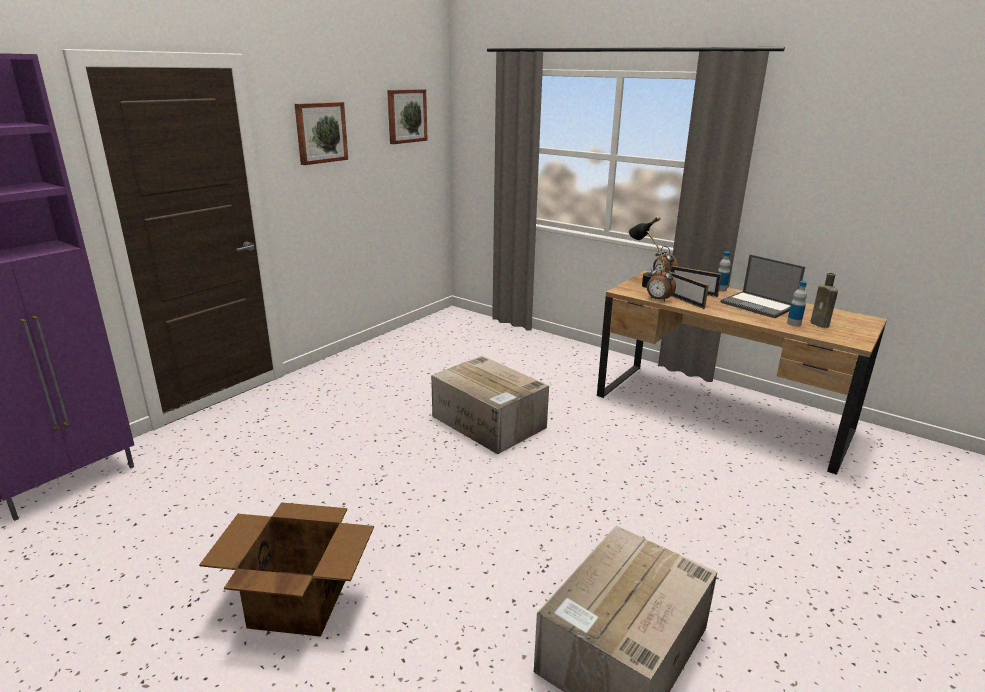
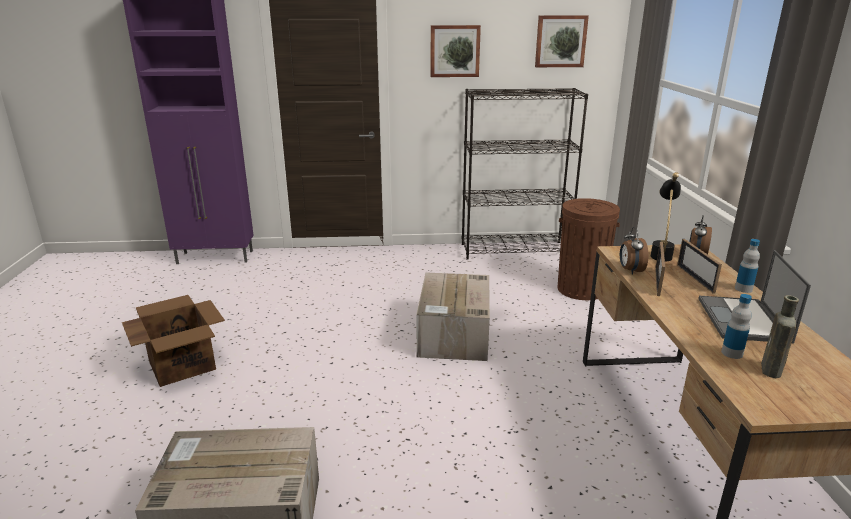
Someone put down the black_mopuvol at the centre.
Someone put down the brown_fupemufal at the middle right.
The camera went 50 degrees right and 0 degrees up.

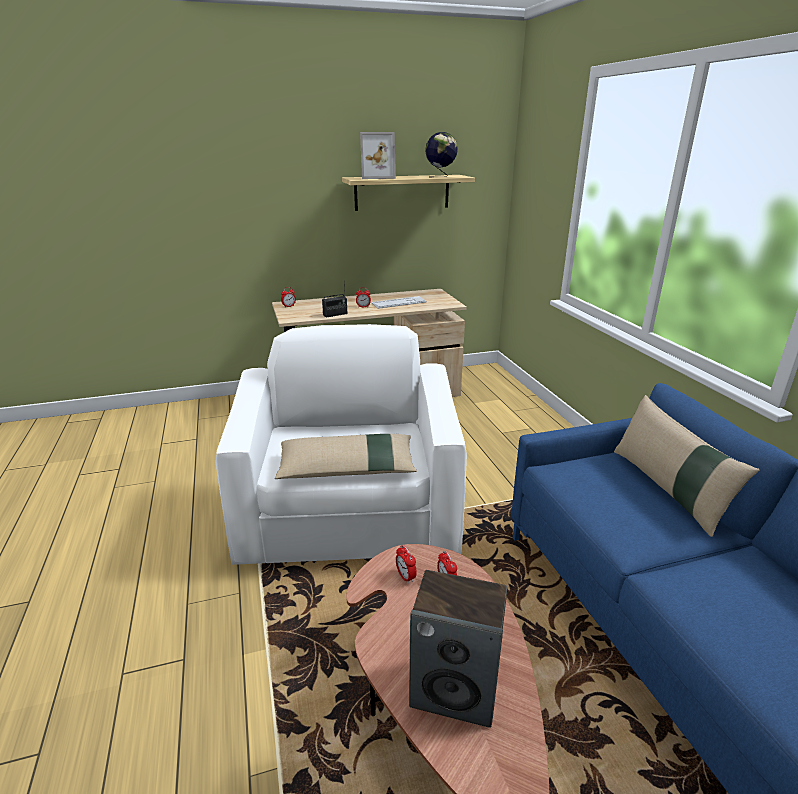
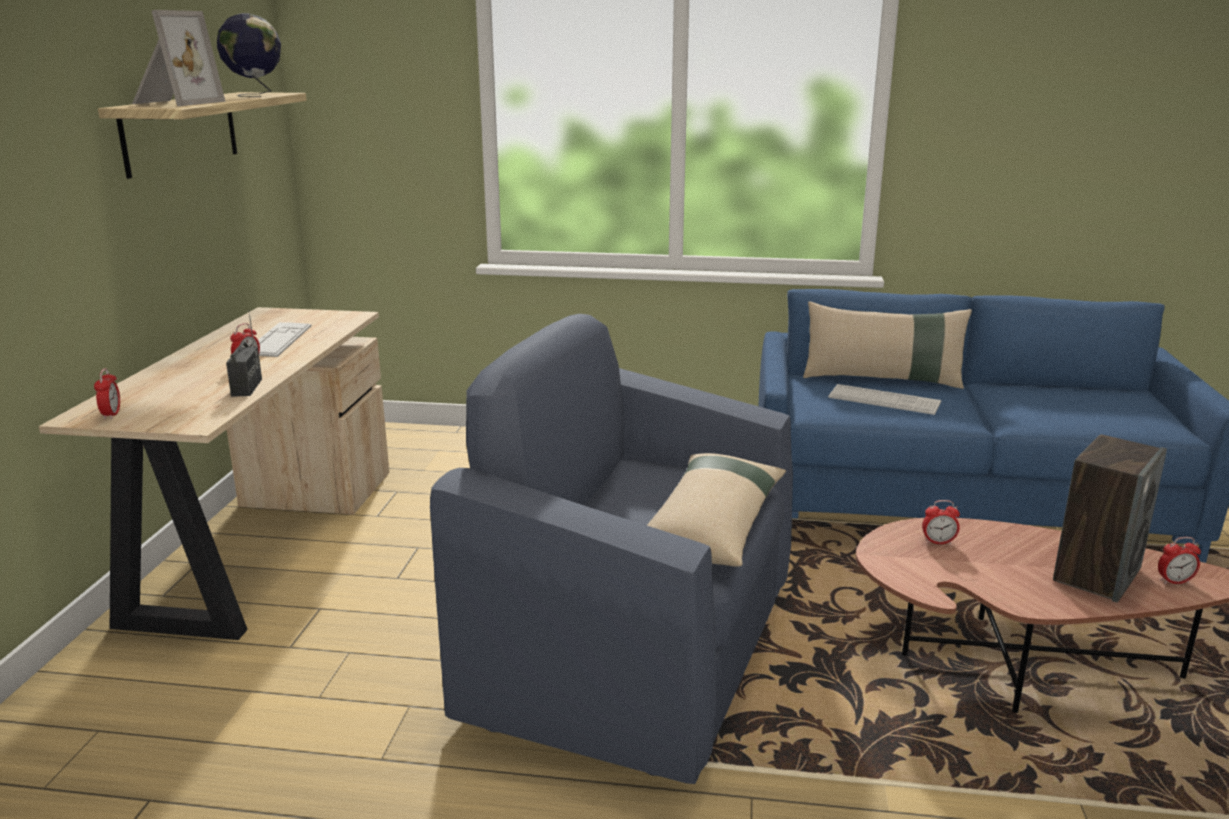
Someone repainted the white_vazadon at the centre, which became the blue_vazadon at the bottom centre.
Someone put down the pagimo (2nd from left) at the middle right.
Someone carried the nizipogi (3rd from left in the first image) from the bottom centre to the bottom right.
The camera went 65 degrees left and 5 degrees down.

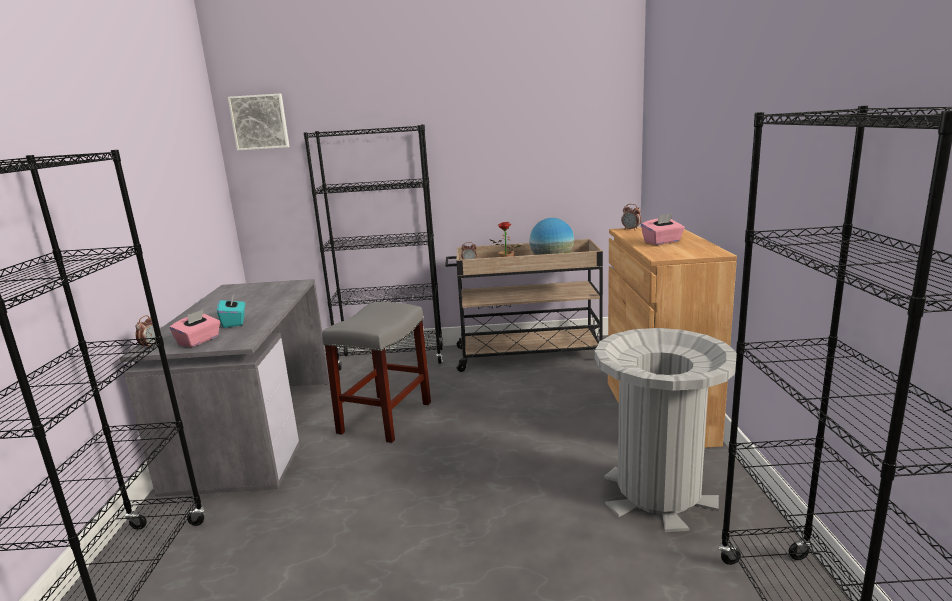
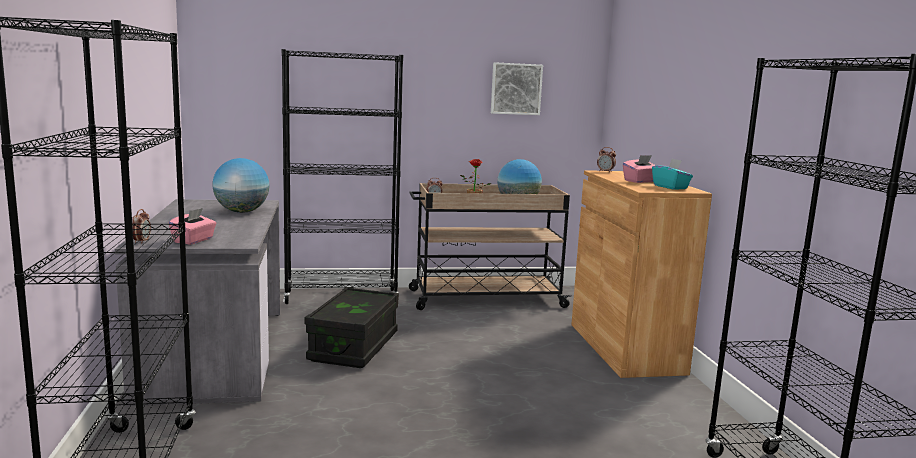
Someone put down the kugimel (1st from left) at the middle left.
Someone swapped the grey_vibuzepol at the centre for the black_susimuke at the bottom centre.
Someone carried the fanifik from the top left to the top centre.
Someone carried the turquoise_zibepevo from the middle left to the middle right.
Someone took away the grey_fupemufal at the bottom right.
The camera went 10 degrees left and 5 degrees down.

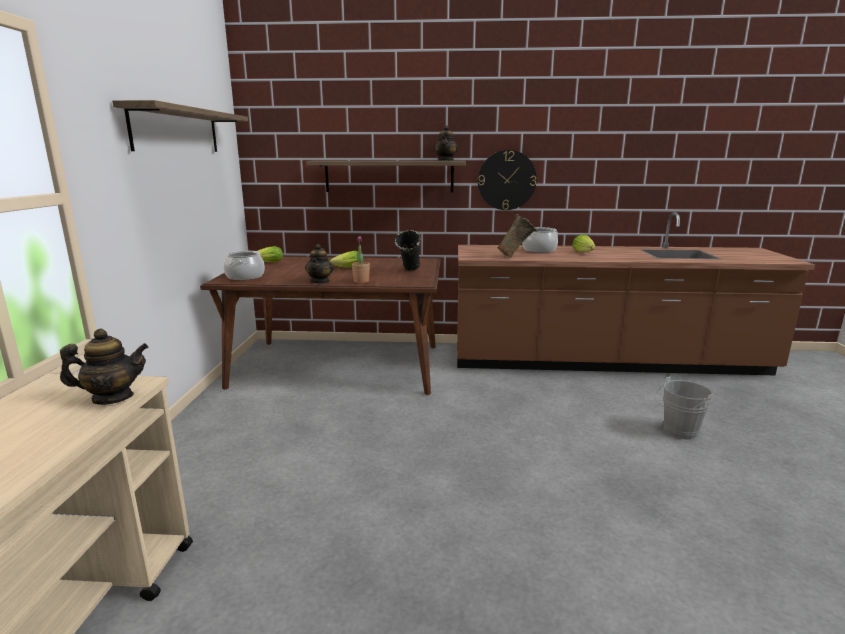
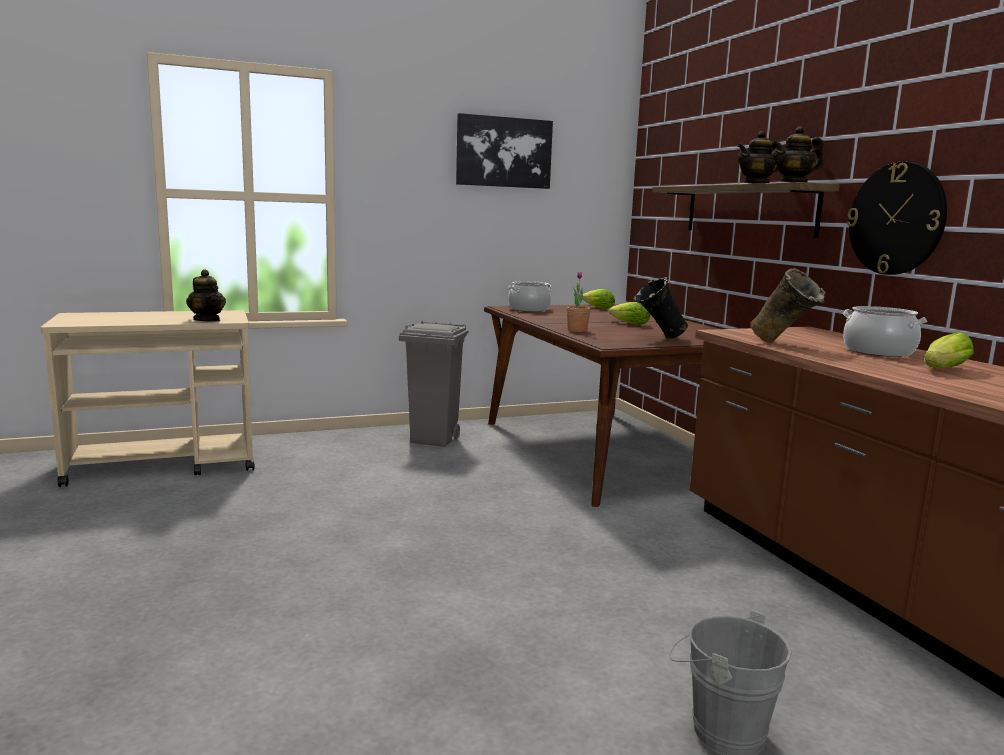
Someone put down the grey_fupemufal at the centre.
Someone swapped the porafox (1st from left) at the top left for the fanifik at the top centre.
Someone carried the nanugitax (2nd from left) from the centre to the top right.
The camera went 65 degrees right and 5 degrees down.

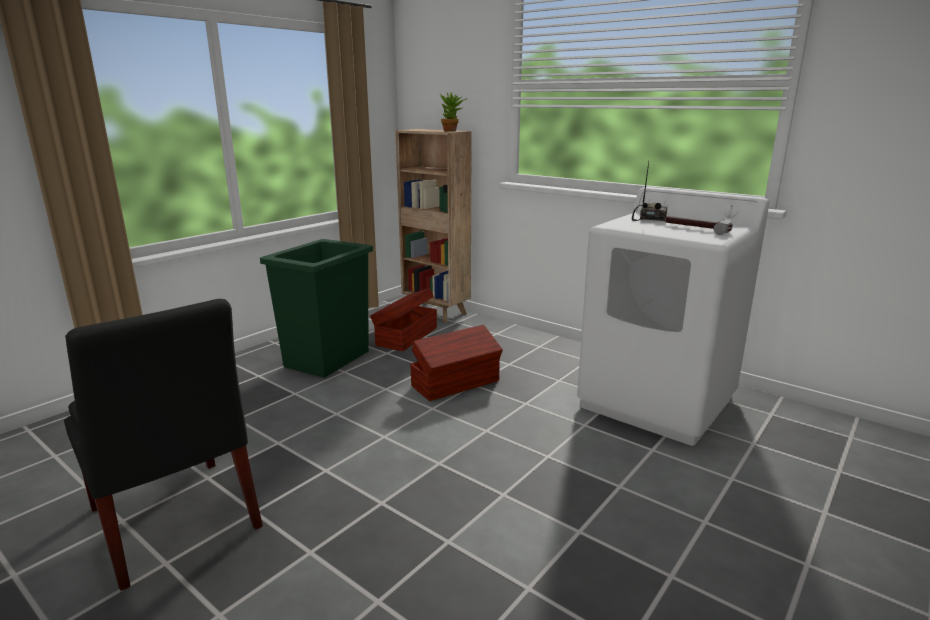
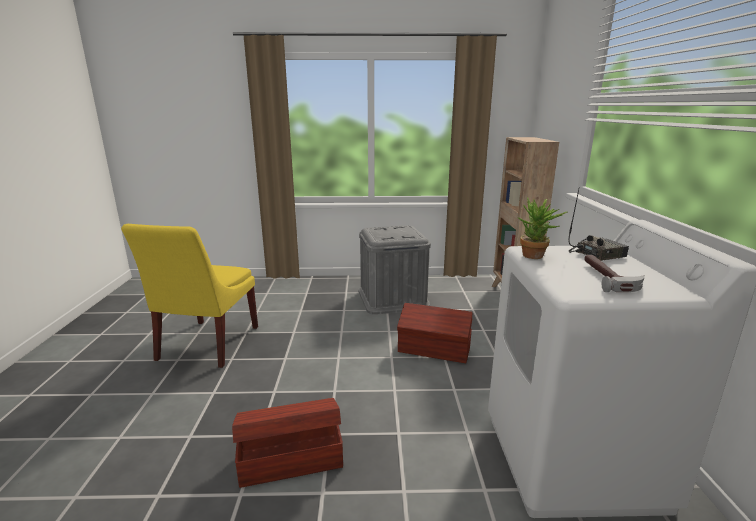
Someone repainted the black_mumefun at the bottom left, which became the yellow_mumefun at the middle left.
Someone carried the brown_susimuke (1st from left) from the centre to the bottom centre.
Someone swapped the green_fupemufal at the centre for the grey_susimuke at the centre.
Someone carried the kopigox from the top centre to the middle right.
The camera went 50 degrees right and 0 degrees up.

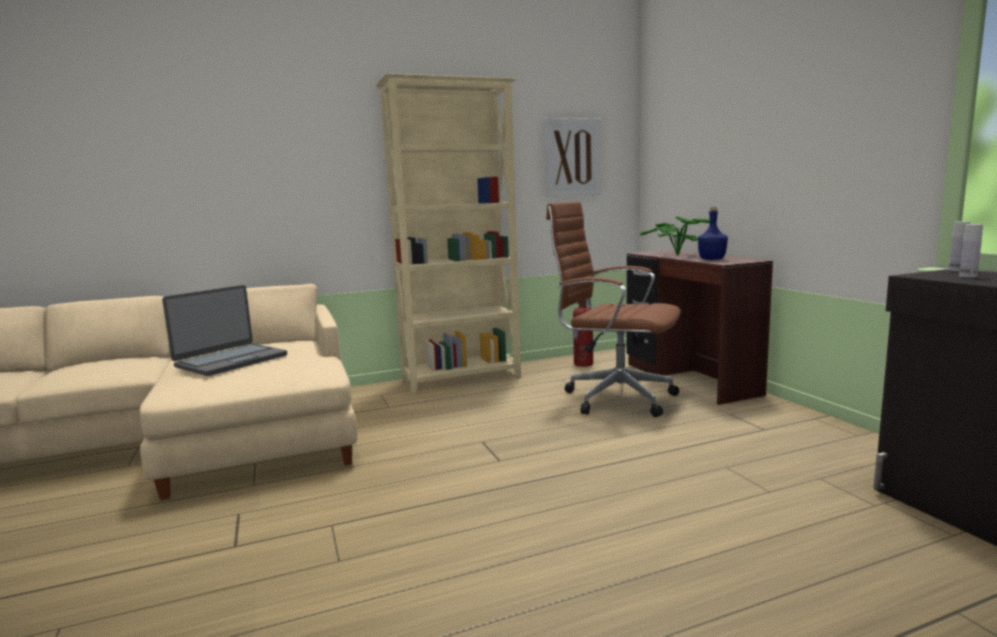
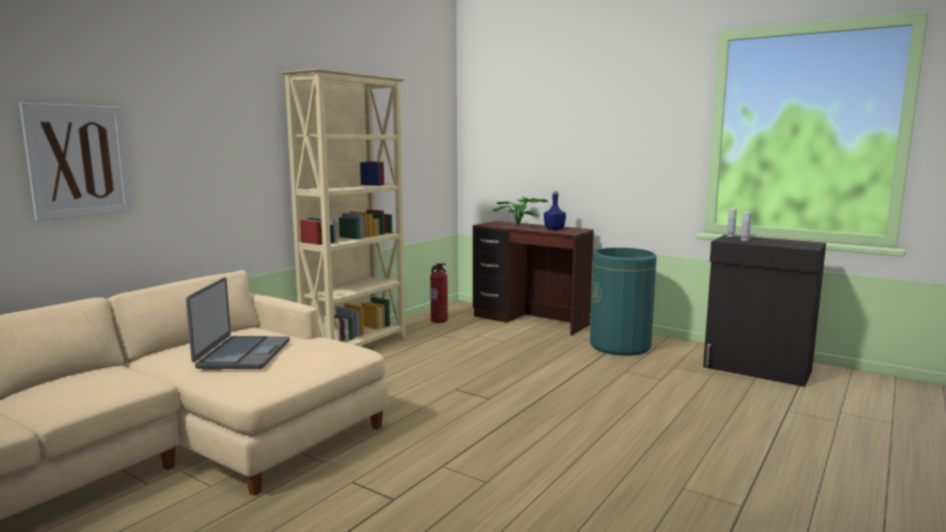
Someone carried the fanifik from the top centre to the top left.
Someone put down the green_fupemufal at the centre.
Someone took away the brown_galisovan at the centre.
The camera went 35 degrees left and 0 degrees up.

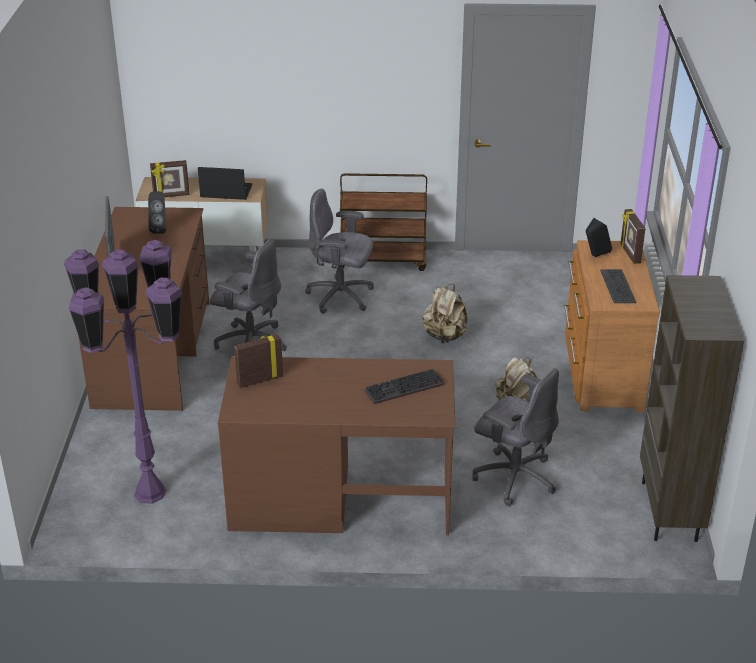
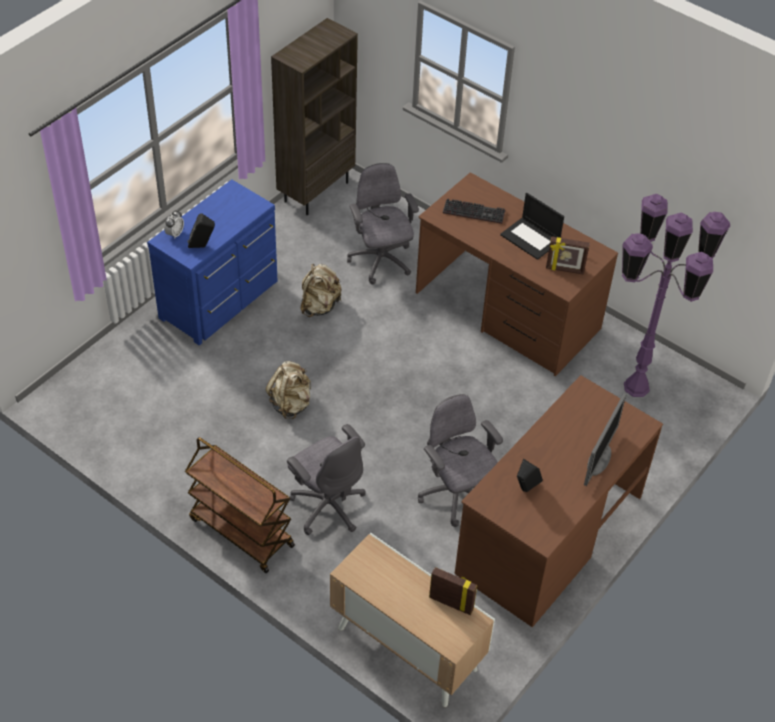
Someone repainted the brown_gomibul at the middle right, which became the blue_gomibul at the middle left.
Someone swapped the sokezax (3rd from left) at the middle right for the nizipogi at the top left.
Someone carried the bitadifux from the top left to the top right.
Someone took away the pagimo (2nd from left) at the middle right.
The camera went 145 degrees left and 15 degrees up.

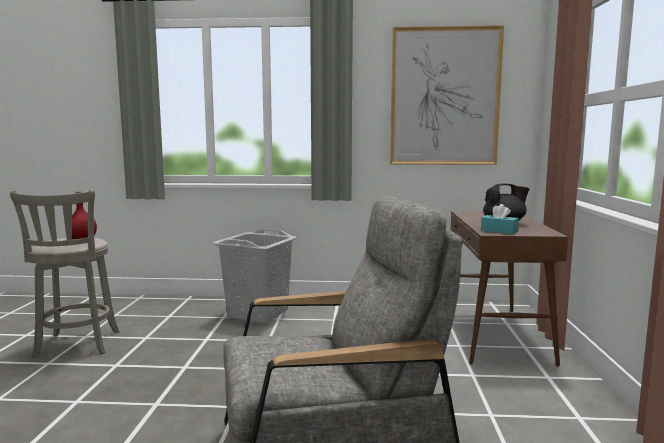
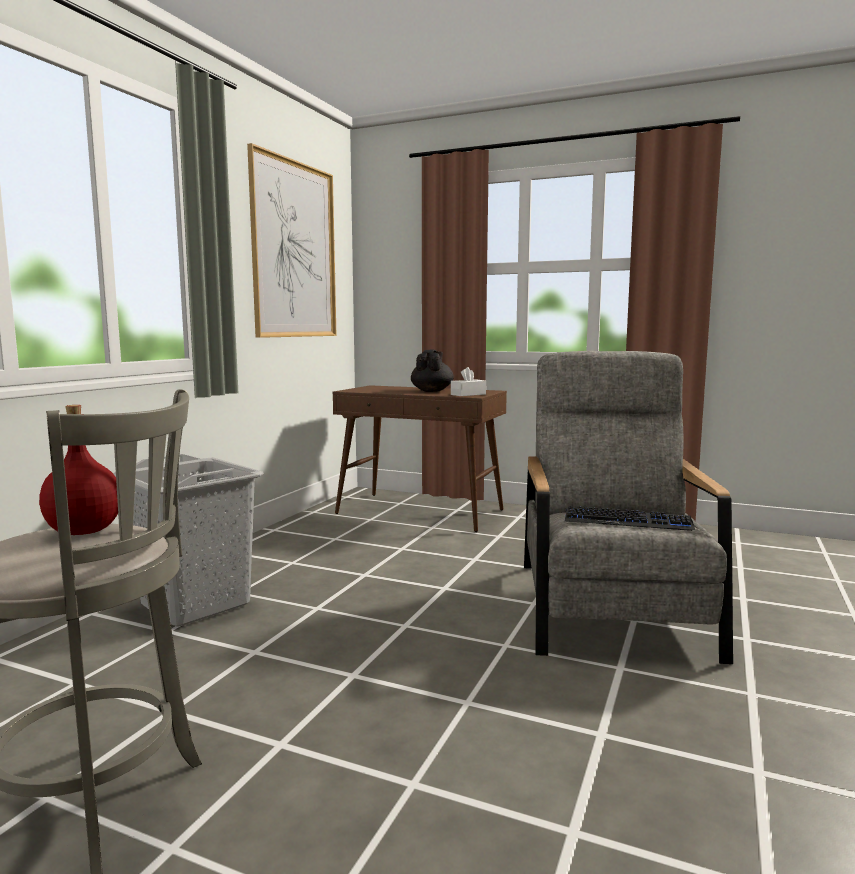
Someone repainted the turquoise_zibepevo at the middle right, which became the white_zibepevo at the centre.
Someone put down the pagimo at the middle right.
The camera went 70 degrees left and 0 degrees up.

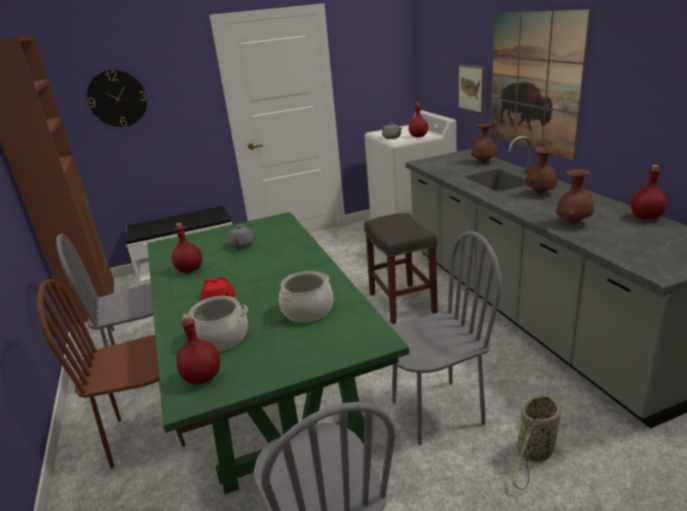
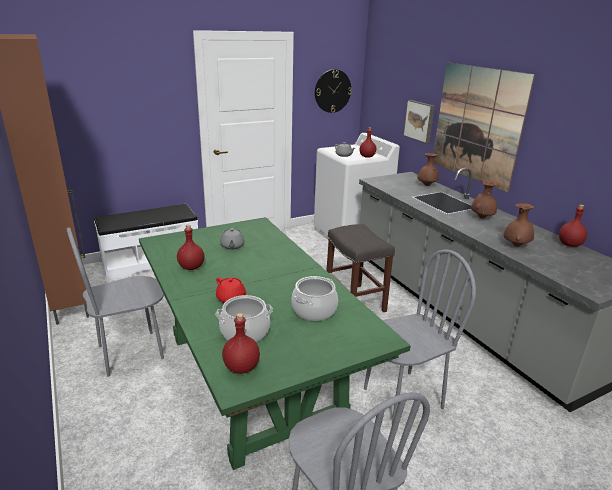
Someone carried the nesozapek from the top left to the top centre.
Someone took away the brown_mumefun at the bottom left.
Someone took away the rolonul at the bottom right.
The camera went 10 degrees left and 0 degrees up.

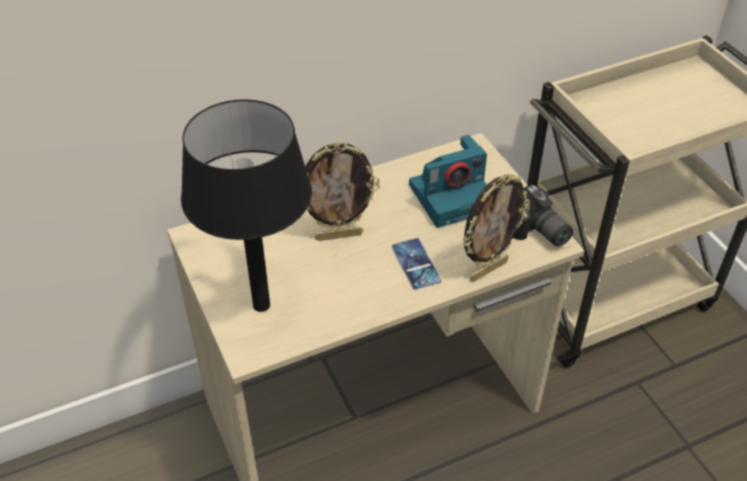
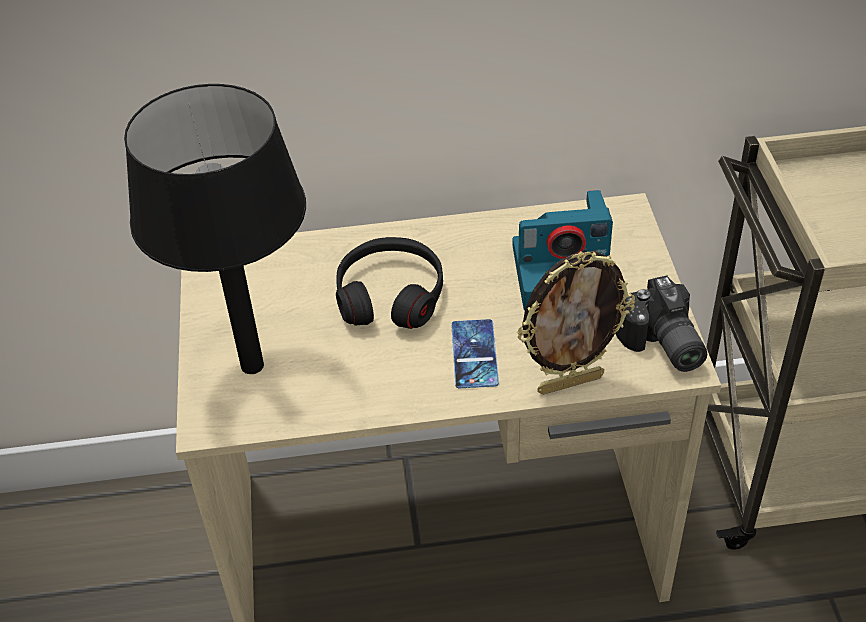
Someone swapped the sokezax (1st from left) at the centre for the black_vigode at the centre.
The camera went 20 degrees right and 0 degrees up.

